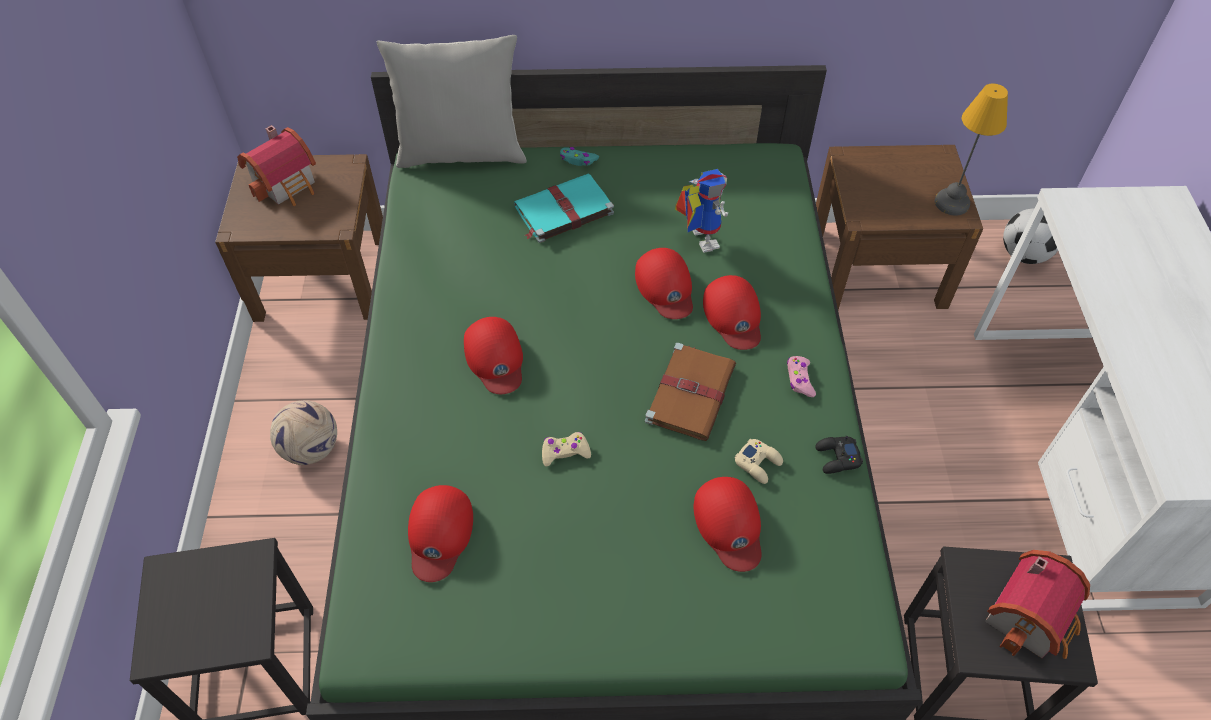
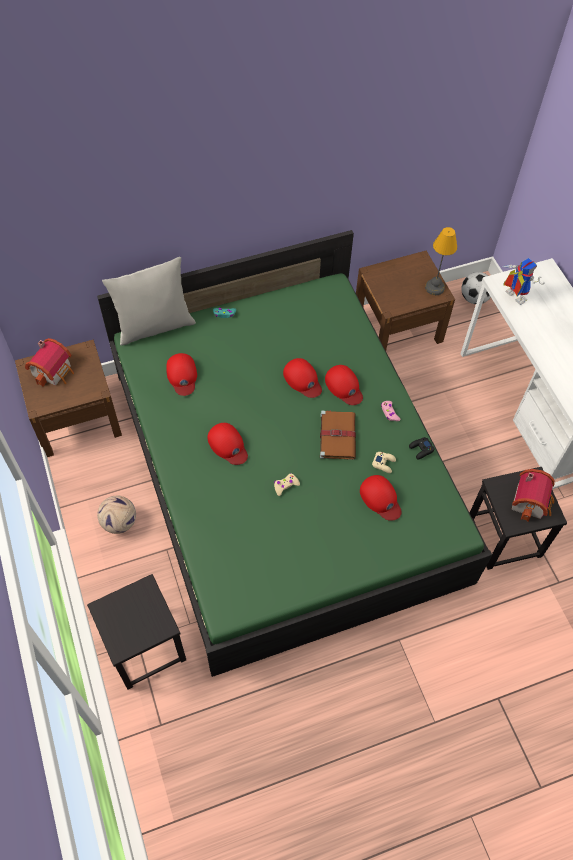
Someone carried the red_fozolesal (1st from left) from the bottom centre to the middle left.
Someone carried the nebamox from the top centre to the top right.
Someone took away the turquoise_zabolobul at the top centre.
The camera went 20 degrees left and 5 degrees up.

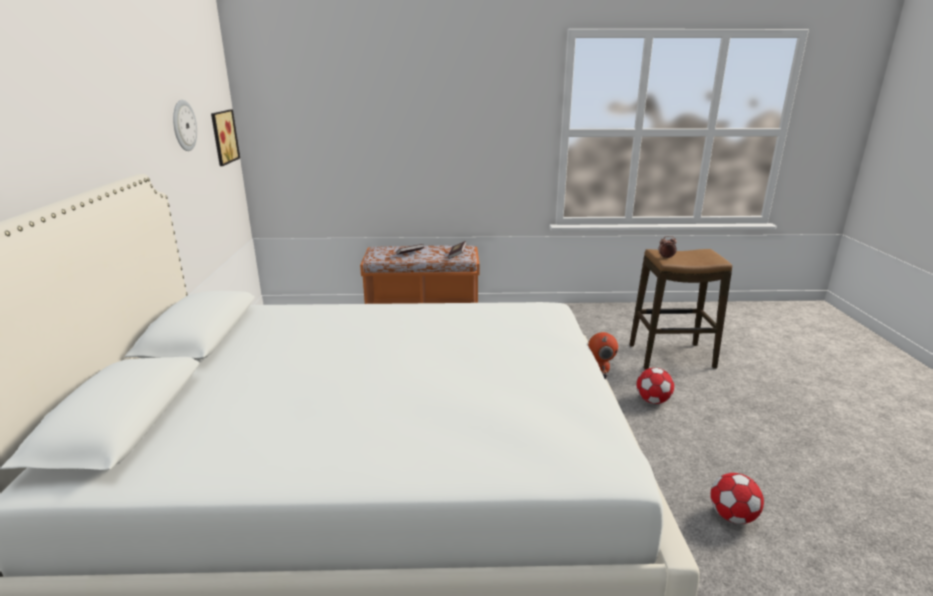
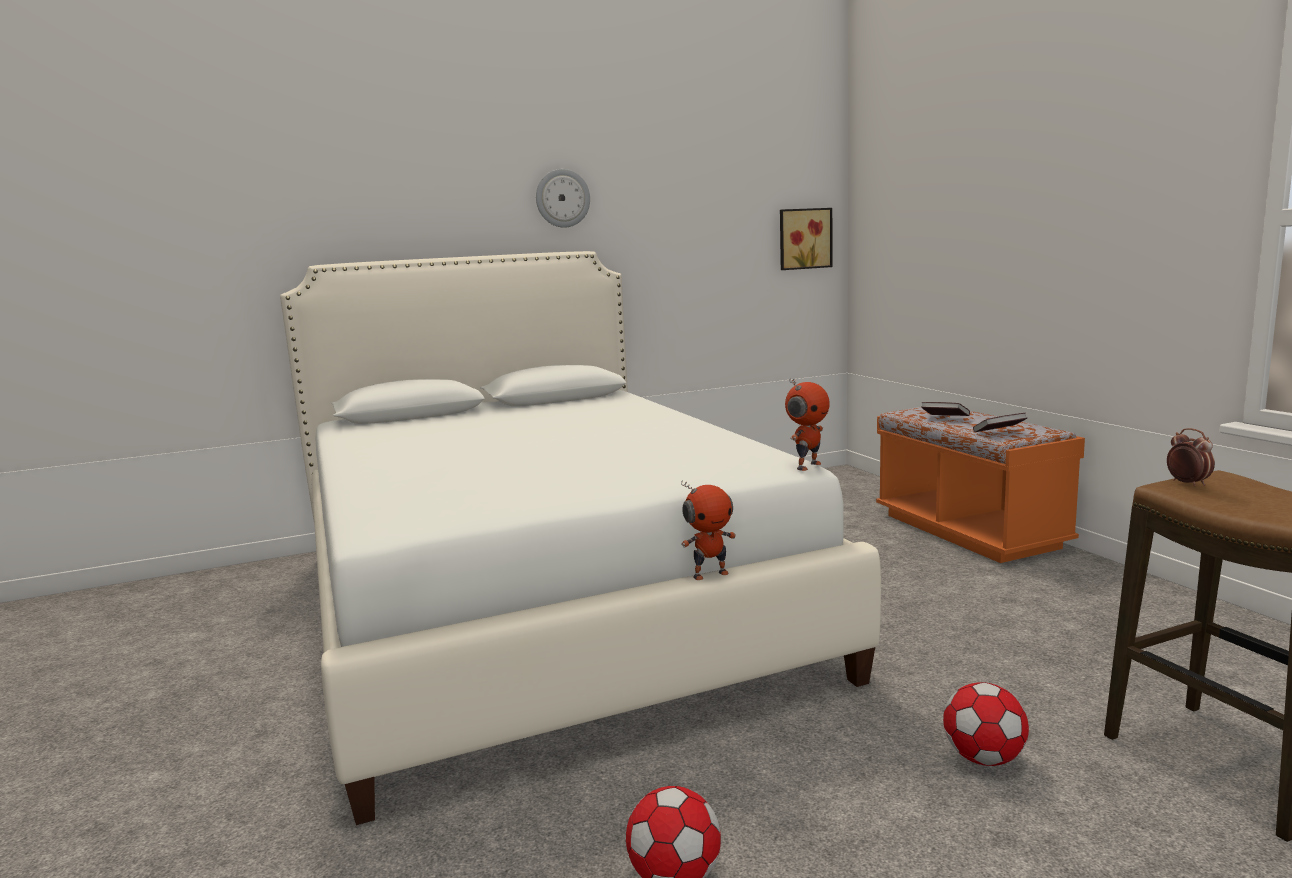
Someone carried the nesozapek from the top left to the top centre.
Someone put down the nebamox (2nd from left) at the centre.
The camera went 70 degrees right and 10 degrees down.

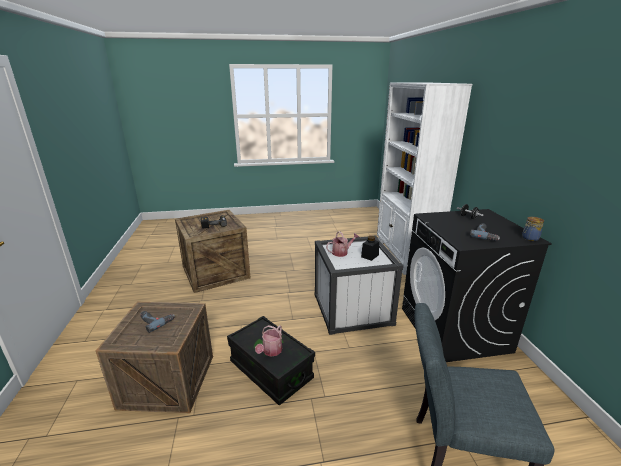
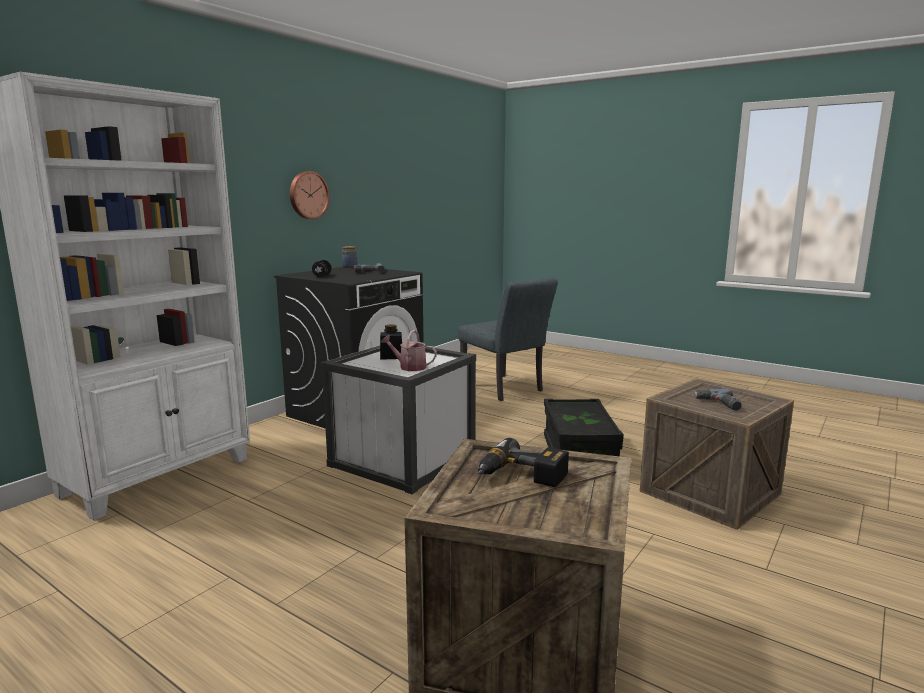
Someone put up the nesozapek at the top centre.
Someone took away the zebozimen (1st from left) at the bottom centre.
The camera went 135 degrees left and 10 degrees down.

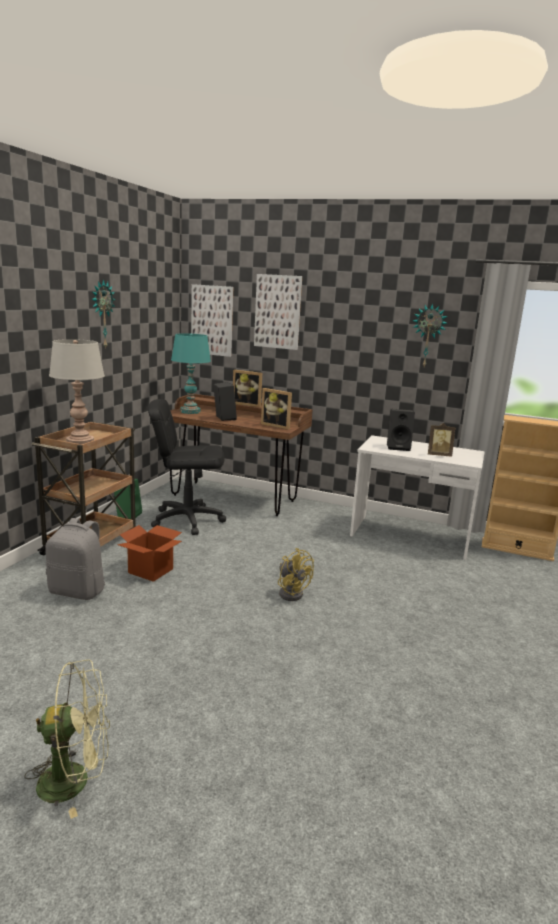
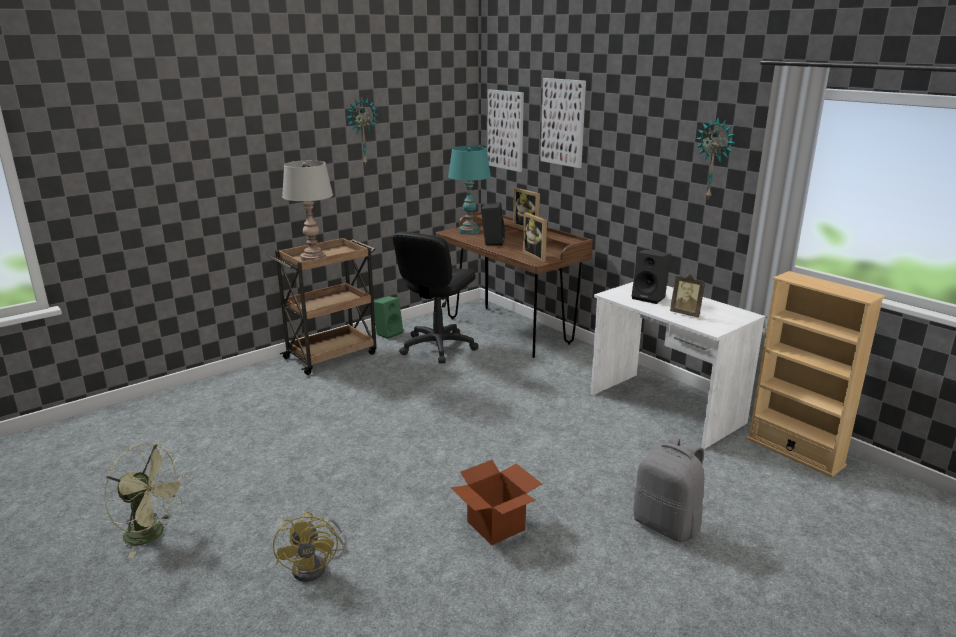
Someone carried the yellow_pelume from the centre to the bottom left.
Someone rotated the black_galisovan at the centre by 90 degrees counterclockwise.
Someone carried the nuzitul from the middle left to the bottom centre.
Someone carried the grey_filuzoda from the middle left to the bottom right.
The camera went 30 degrees right and 5 degrees up.

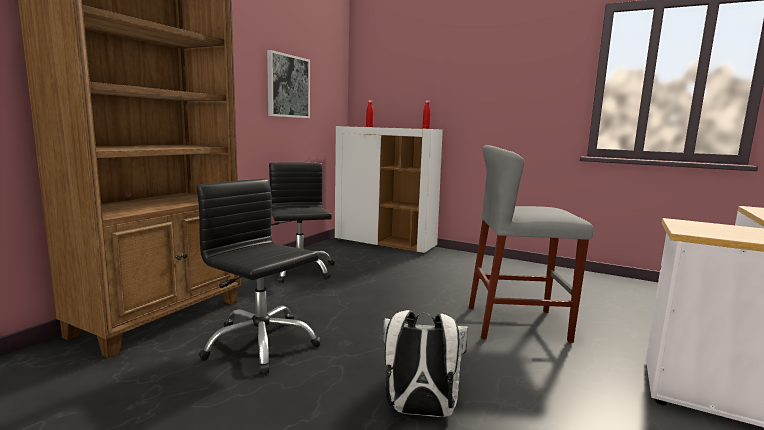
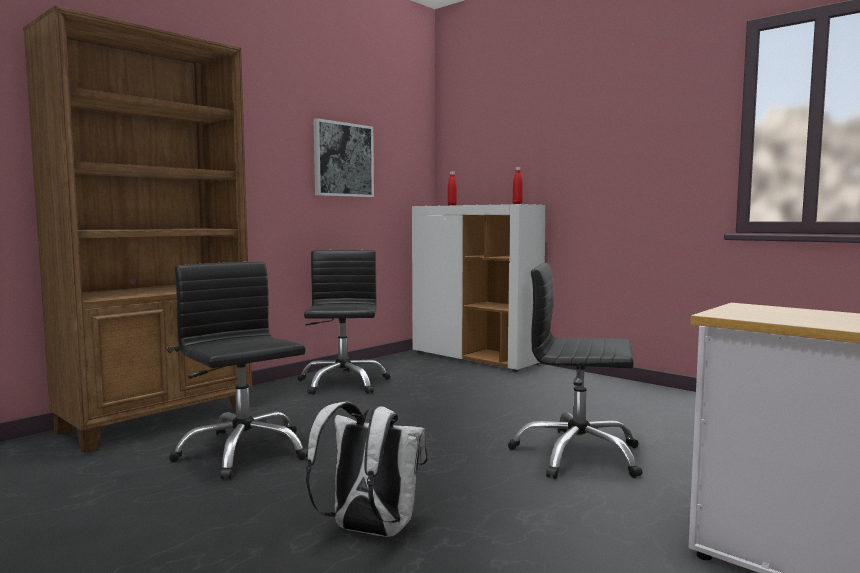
Someone swapped the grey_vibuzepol at the middle right for the black_galisovan (3rd from left) at the middle right.
The camera went 15 degrees right and 5 degrees down.

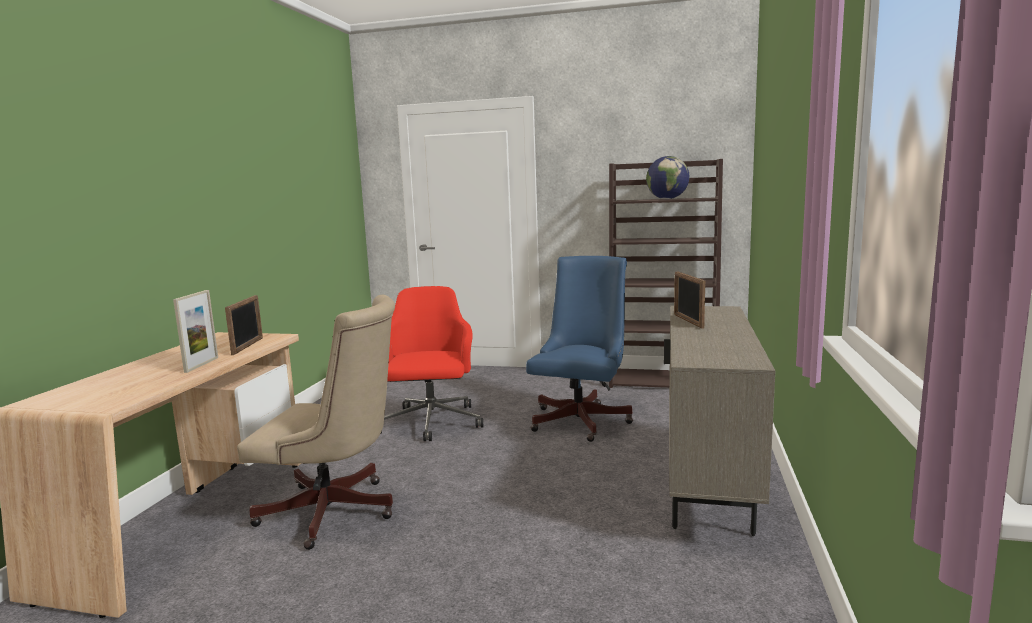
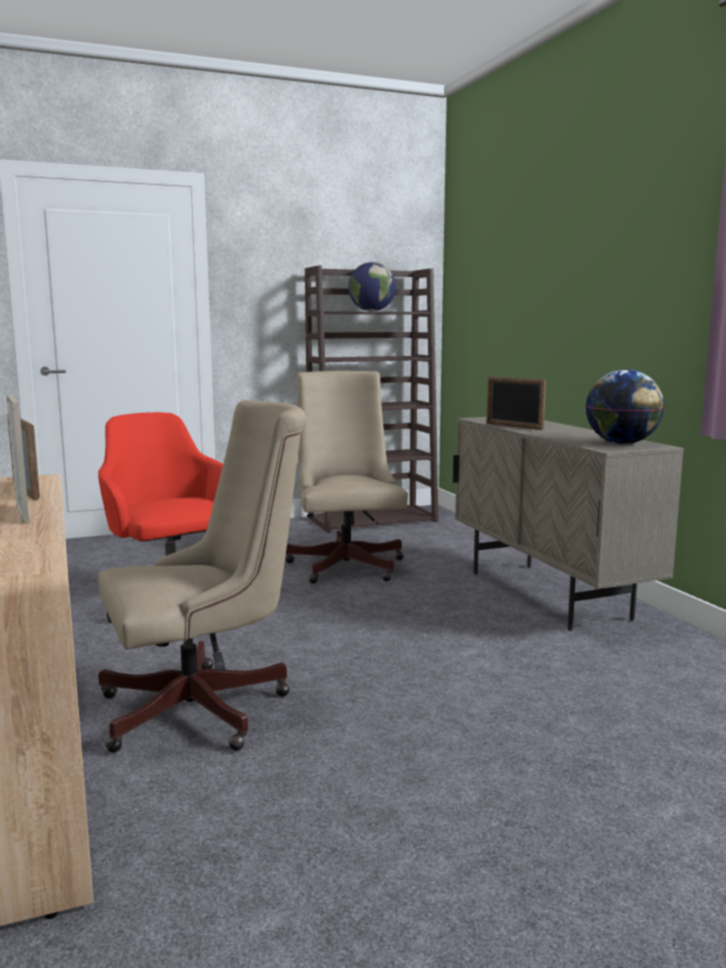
Someone repainted the blue_galisovan at the centre, which became the beige_galisovan (2nd from left) at the centre.
Someone put down the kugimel (2nd from left) at the middle right.
The camera went 35 degrees left and 0 degrees up.

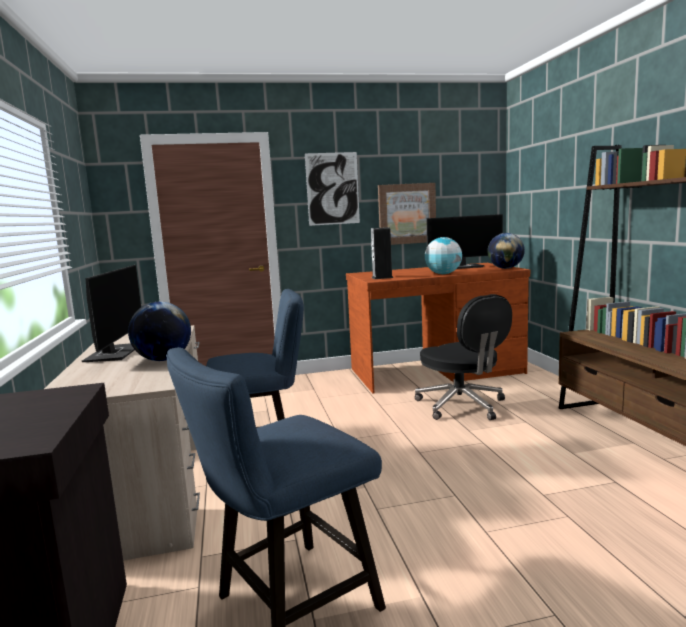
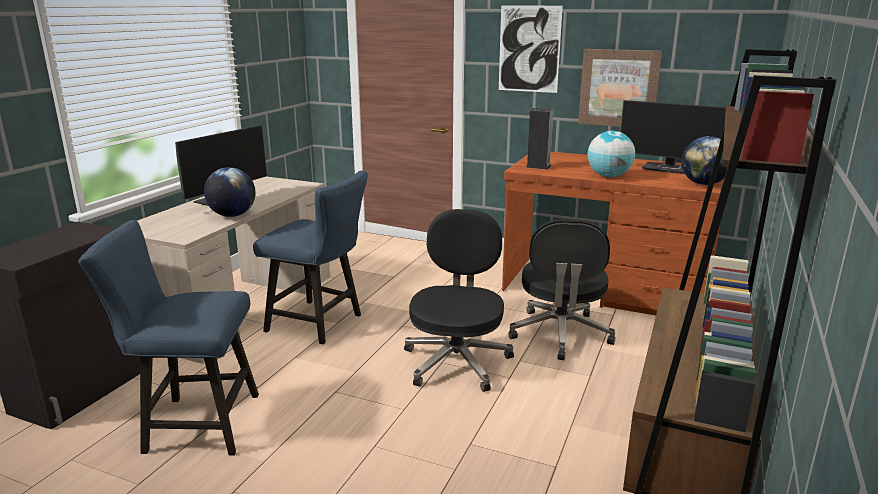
Someone put down the black_galisovan (1st from left) at the centre.
The camera went 35 degrees right and 10 degrees up.

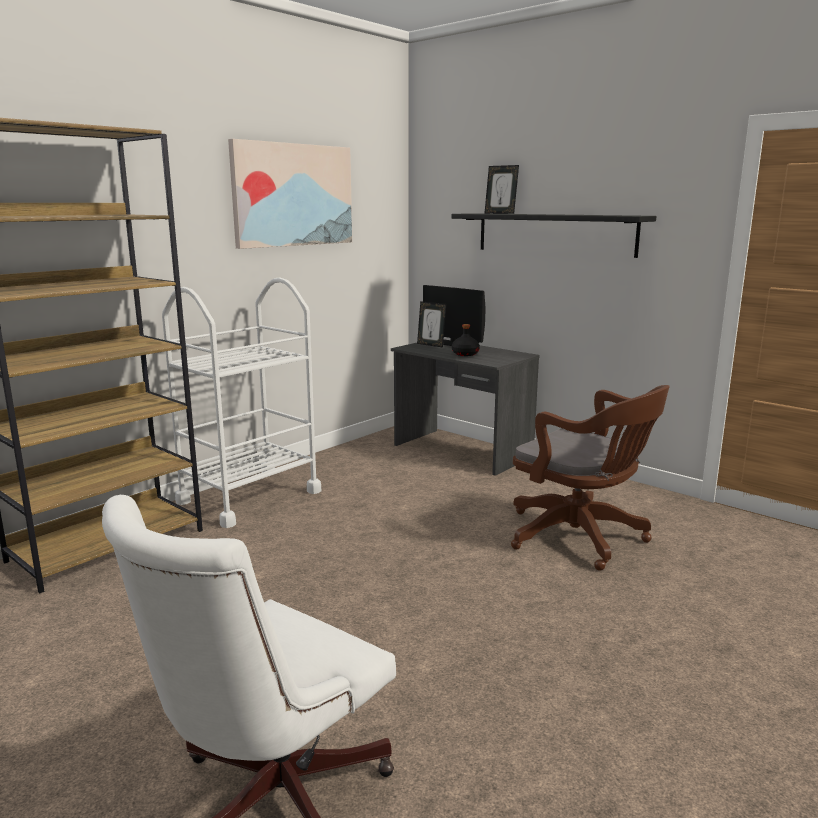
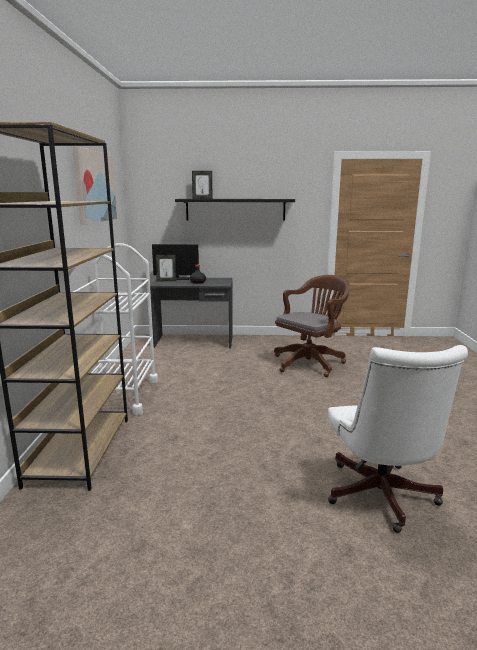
Someone rotated the brown_galisovan at the middle right by 45 degrees counterclockwise.
The camera went 40 degrees left and 0 degrees up.

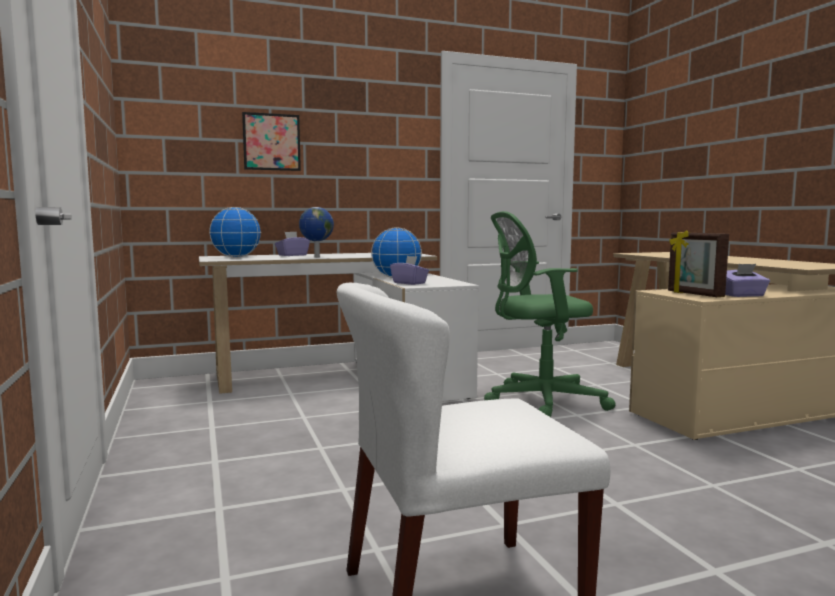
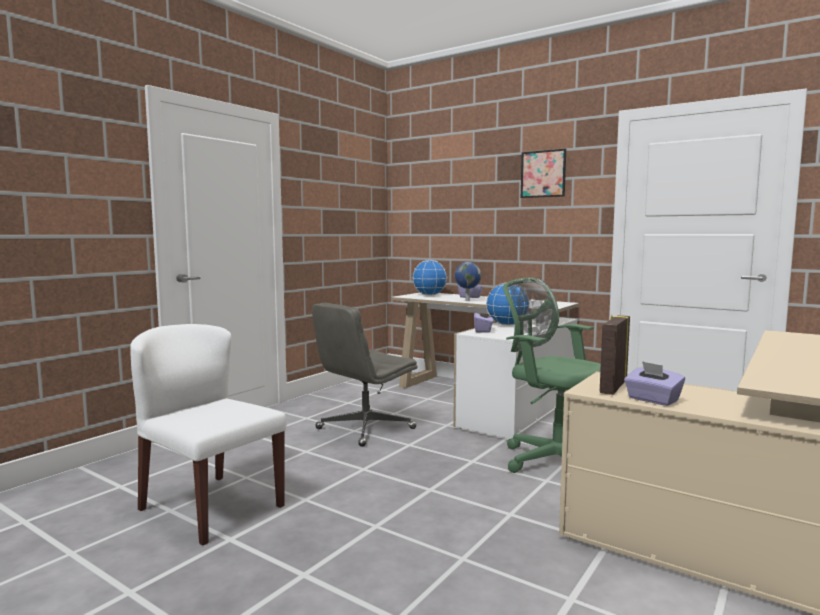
Someone put down the grey_galisovan at the centre.
Someone carried the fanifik from the top left to the top centre.
The camera went 55 degrees right and 0 degrees up.

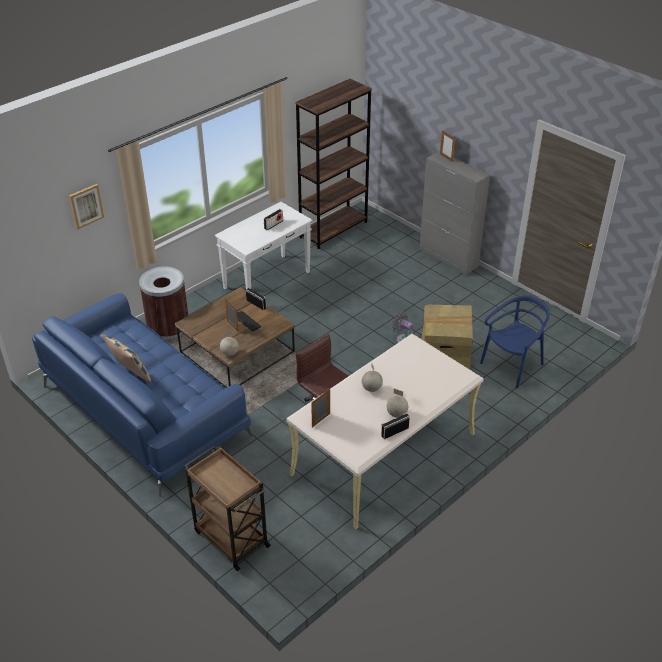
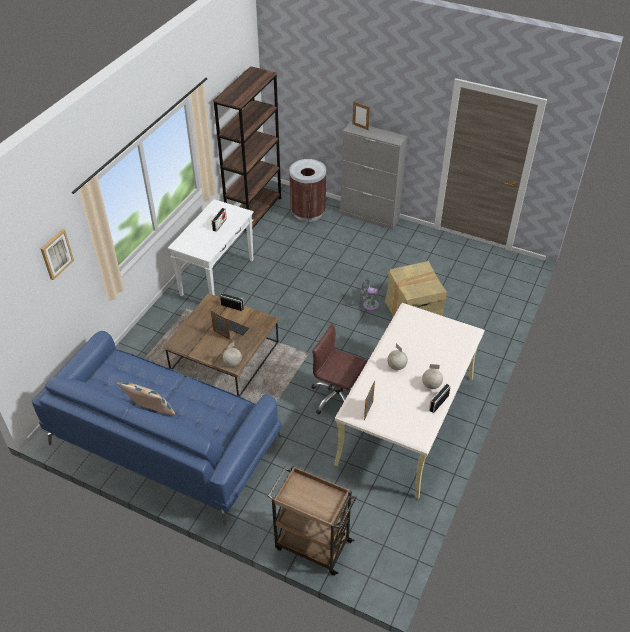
Someone carried the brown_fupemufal from the middle left to the top centre.
Someone took away the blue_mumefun at the middle right.
The camera went 20 degrees left and 5 degrees up.

